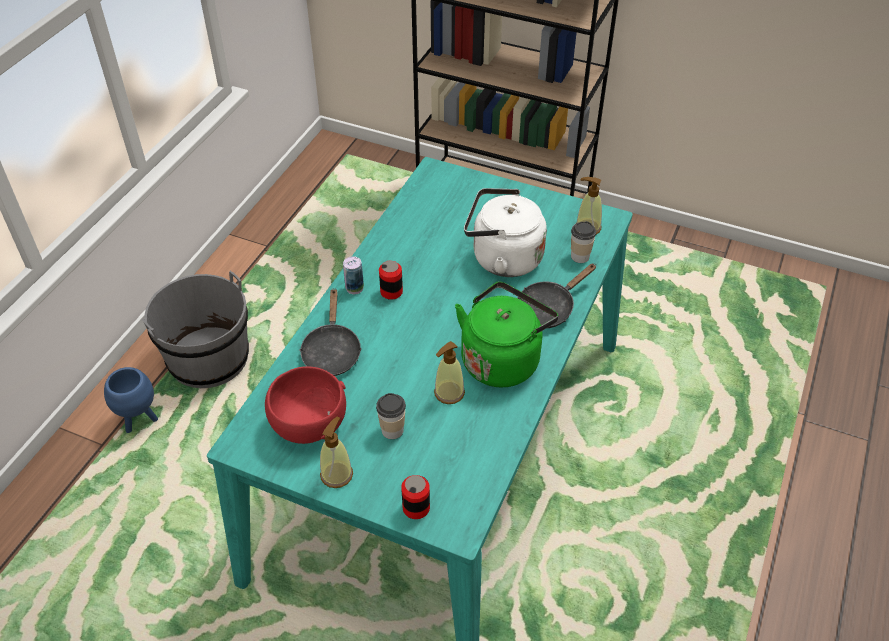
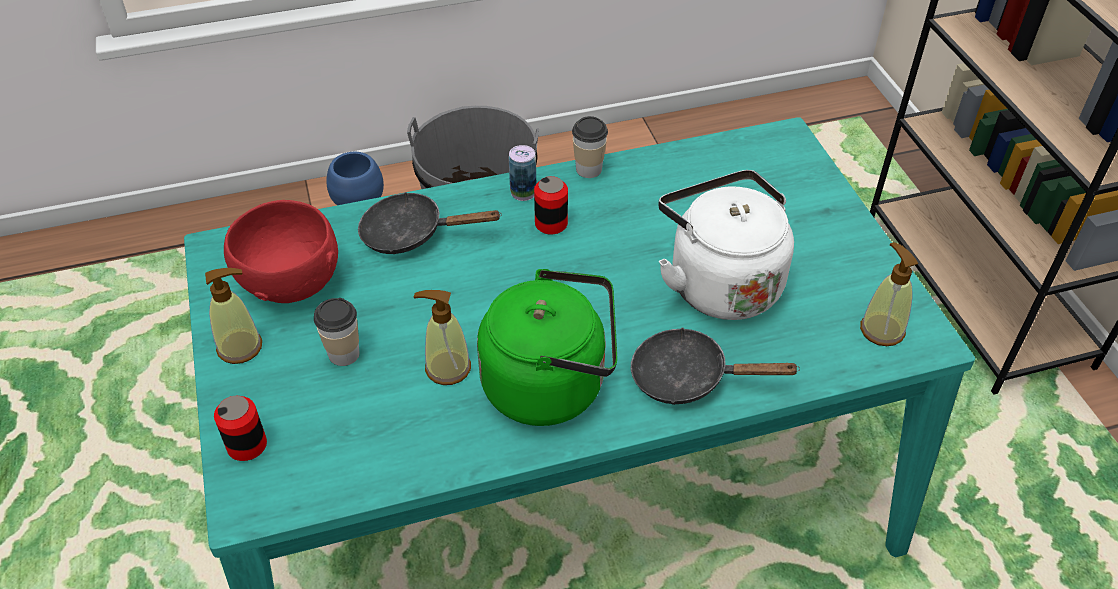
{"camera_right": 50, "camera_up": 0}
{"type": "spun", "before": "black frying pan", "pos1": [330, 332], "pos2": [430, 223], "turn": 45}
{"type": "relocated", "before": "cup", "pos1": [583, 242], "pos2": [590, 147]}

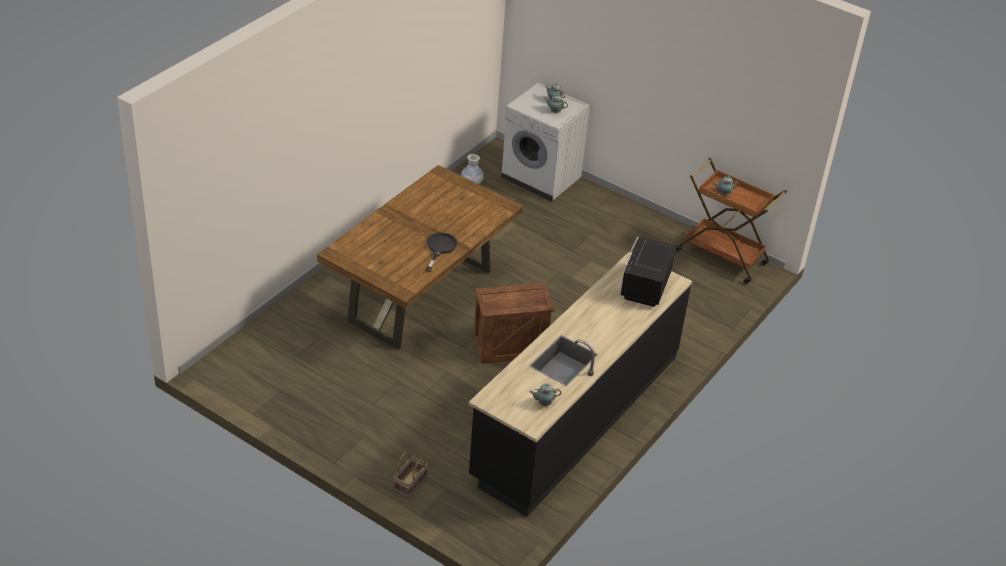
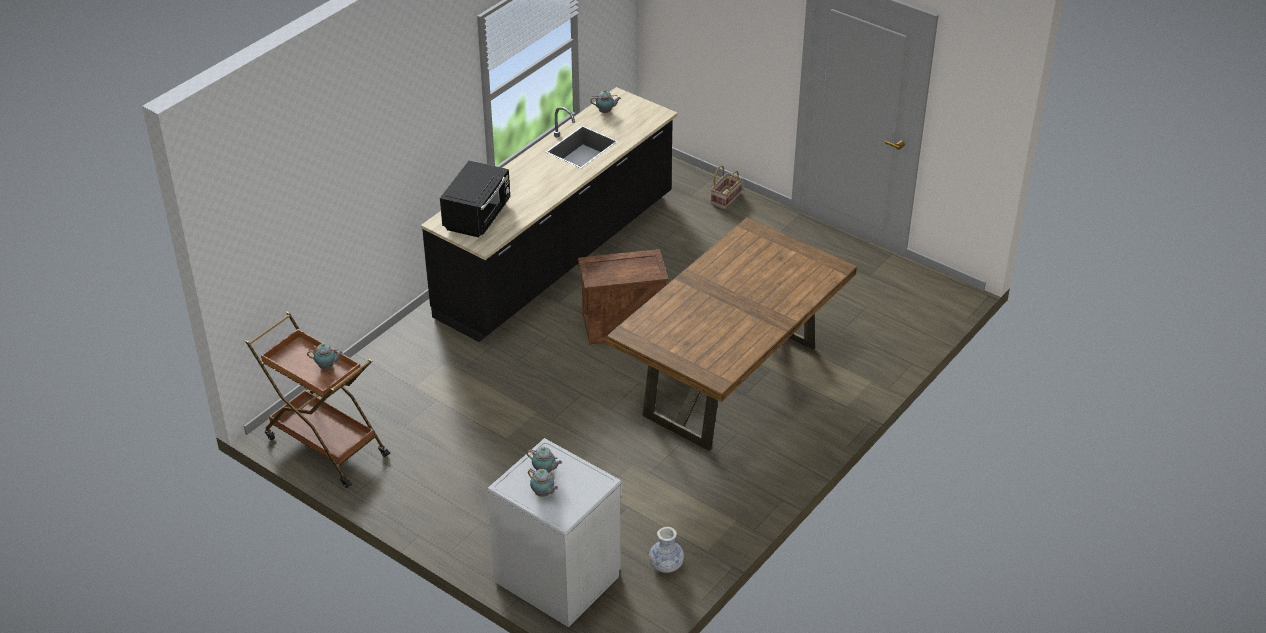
{"camera_right": -175, "camera_up": 0}
{"type": "missing", "before": "black frying pan", "pos1": [442, 252]}

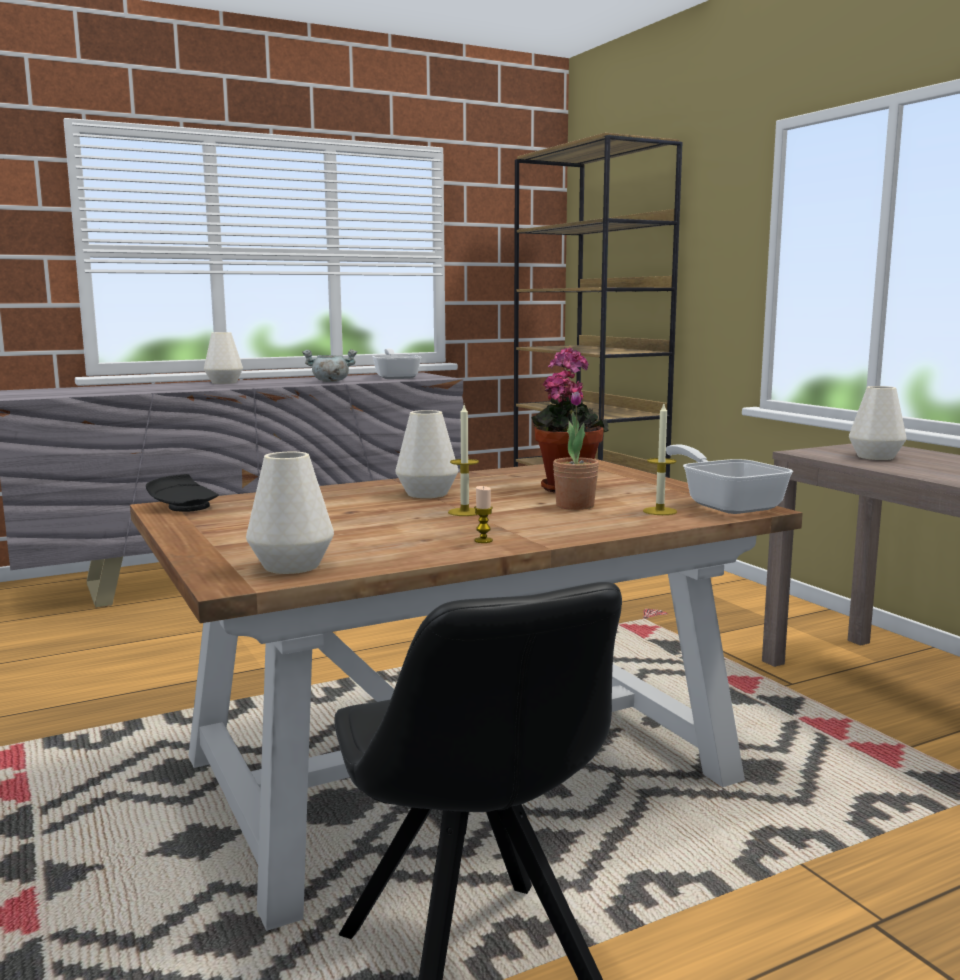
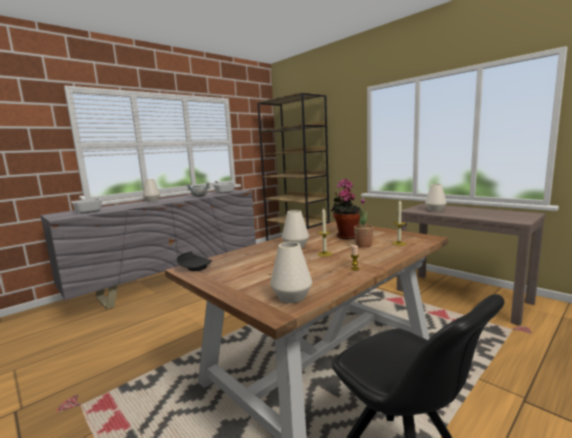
{"camera_right": -15, "camera_up": 0}
{"type": "relocated", "before": "frying pan", "pos1": [729, 479], "pos2": [86, 205]}

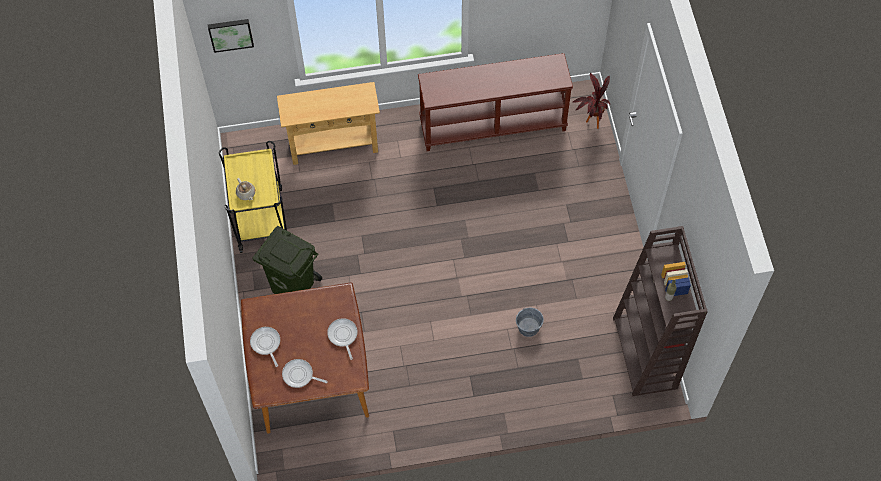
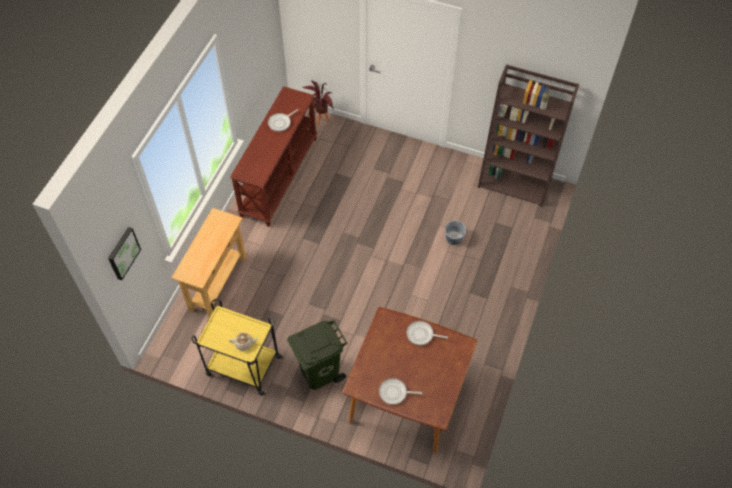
{"camera_right": -60, "camera_up": -5}
{"type": "relocated", "before": "frying pan", "pos1": [305, 373], "pos2": [283, 120]}

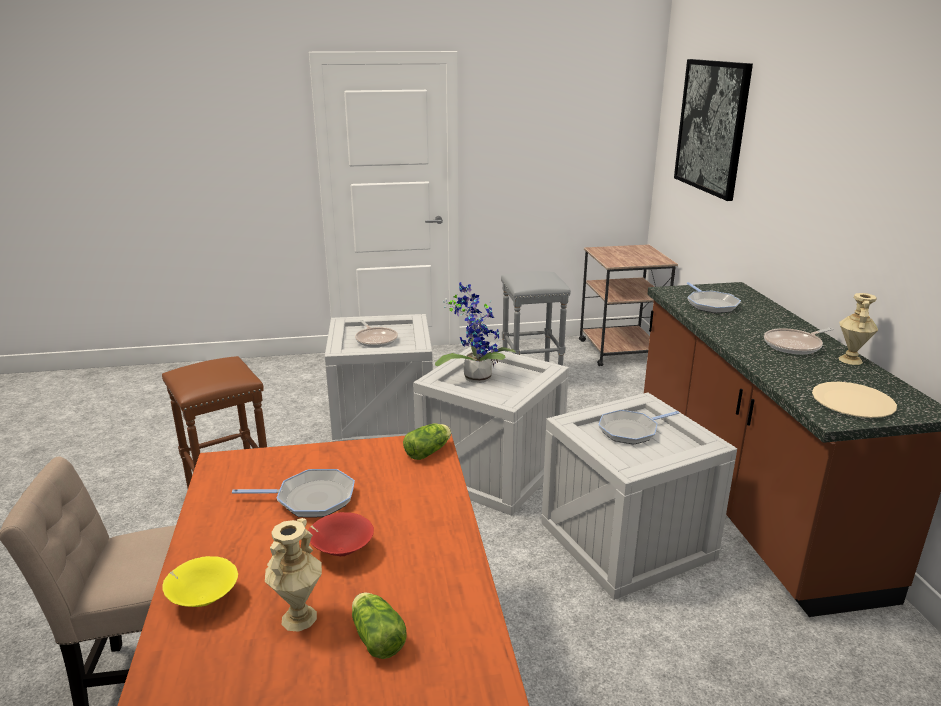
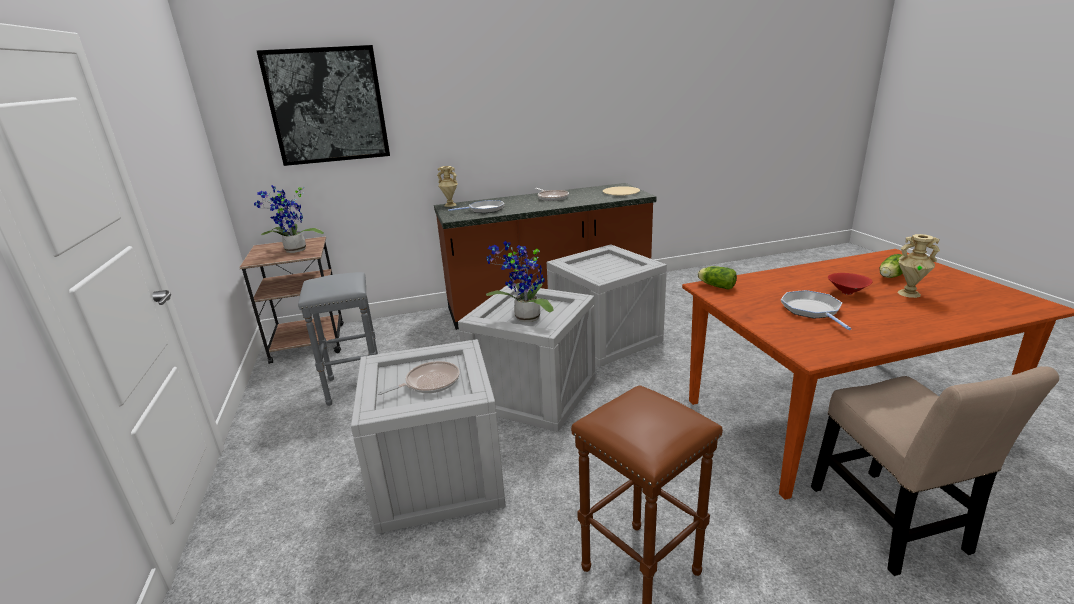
{"camera_right": -95, "camera_up": 0}
{"type": "missing", "before": "yellow bowl", "pos1": [200, 581]}
{"type": "missing", "before": "frying pan", "pos1": [639, 427]}
{"type": "relocated", "before": "beige vase", "pos1": [858, 329], "pos2": [447, 186]}
{"type": "appeared", "after": "potted plant", "pos2": [289, 219]}

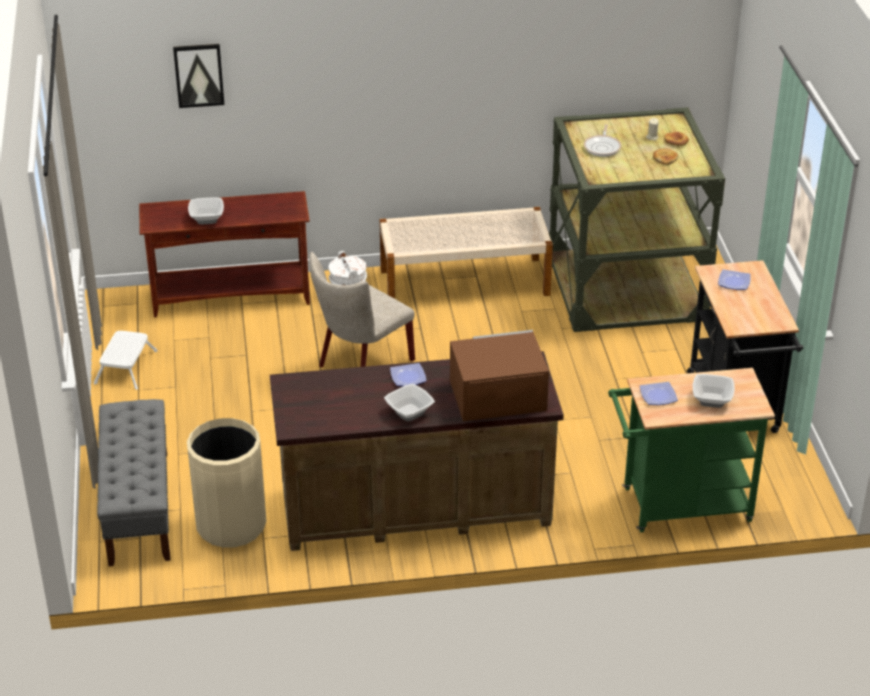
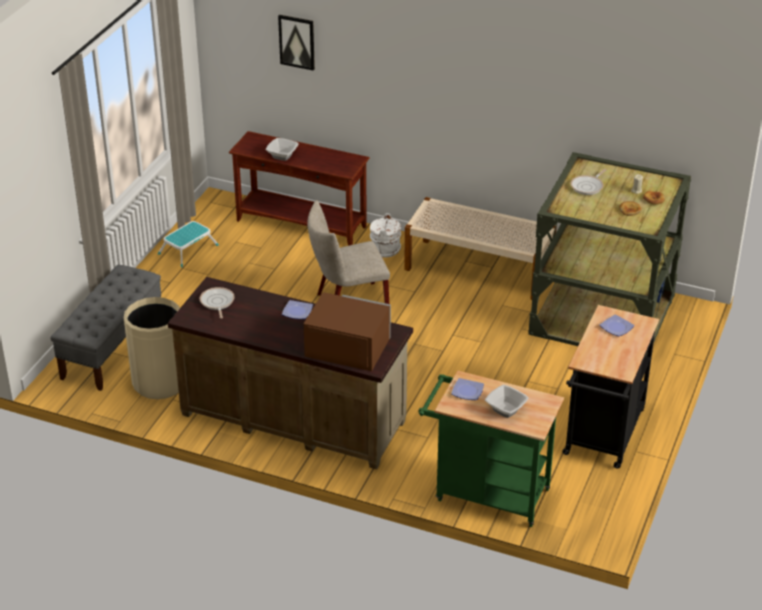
{"camera_right": 30, "camera_up": 0}
{"type": "colour", "before": "white step ladder", "after": "turquoise step ladder", "pos1": [126, 360], "pos2": [188, 244]}
{"type": "missing", "before": "bowl", "pos1": [409, 403]}
{"type": "appeared", "after": "frying pan", "pos2": [217, 303]}

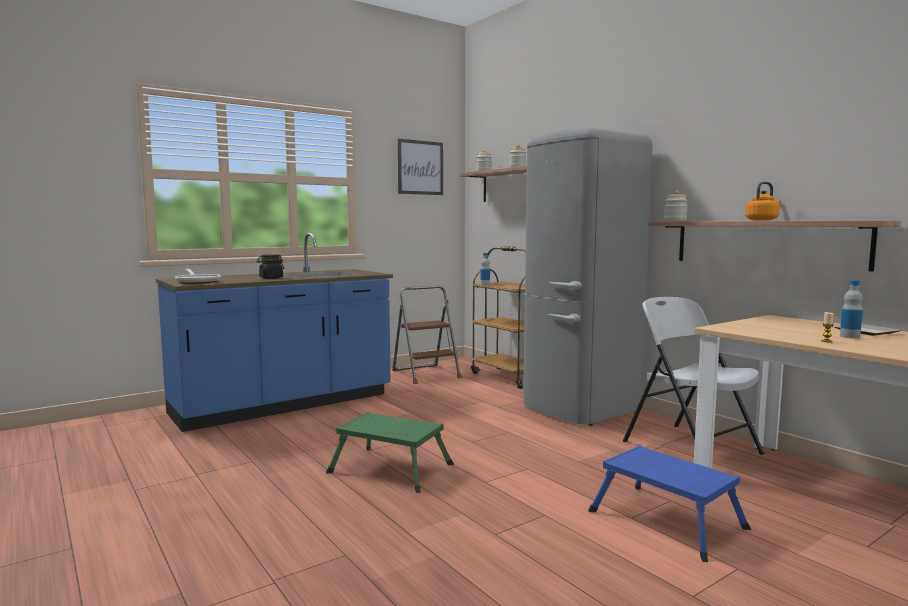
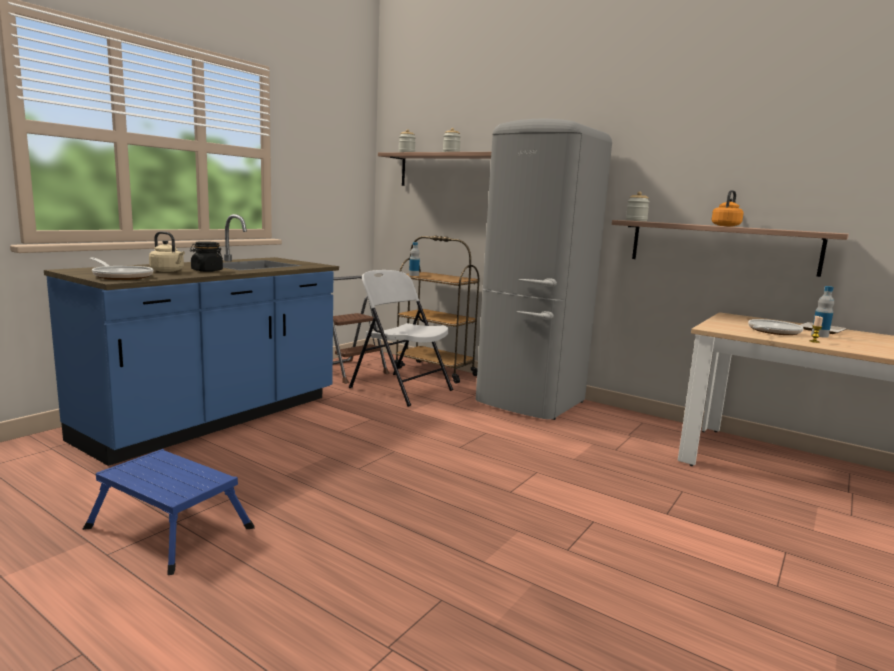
{"camera_right": -20, "camera_up": 5}
{"type": "missing", "before": "green step ladder", "pos1": [390, 452]}
{"type": "missing", "before": "picture", "pos1": [420, 167]}
{"type": "relocated", "before": "blue step ladder", "pos1": [669, 504], "pos2": [168, 512]}
{"type": "relocated", "before": "white chair", "pos1": [694, 376], "pos2": [401, 338]}
{"type": "appeared", "after": "beige kettle", "pos2": [167, 251]}
{"type": "appeared", "after": "frying pan", "pos2": [776, 327]}

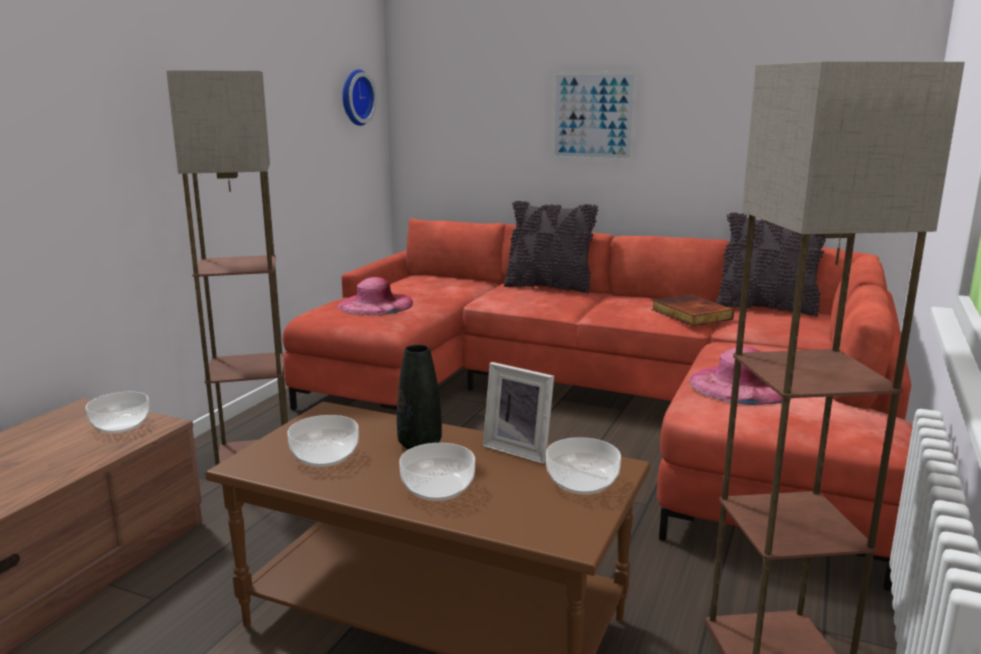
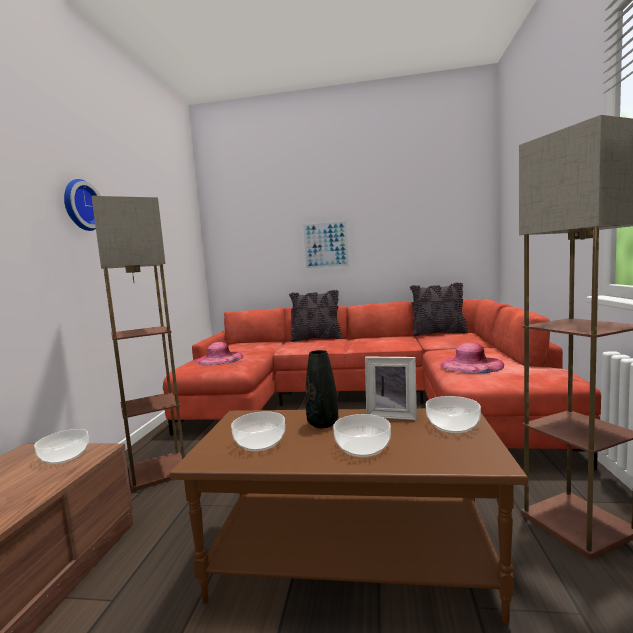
{"camera_right": -15, "camera_up": -10}
{"type": "relocated", "before": "wall clock", "pos1": [359, 97], "pos2": [82, 205]}
{"type": "missing", "before": "book", "pos1": [693, 310]}

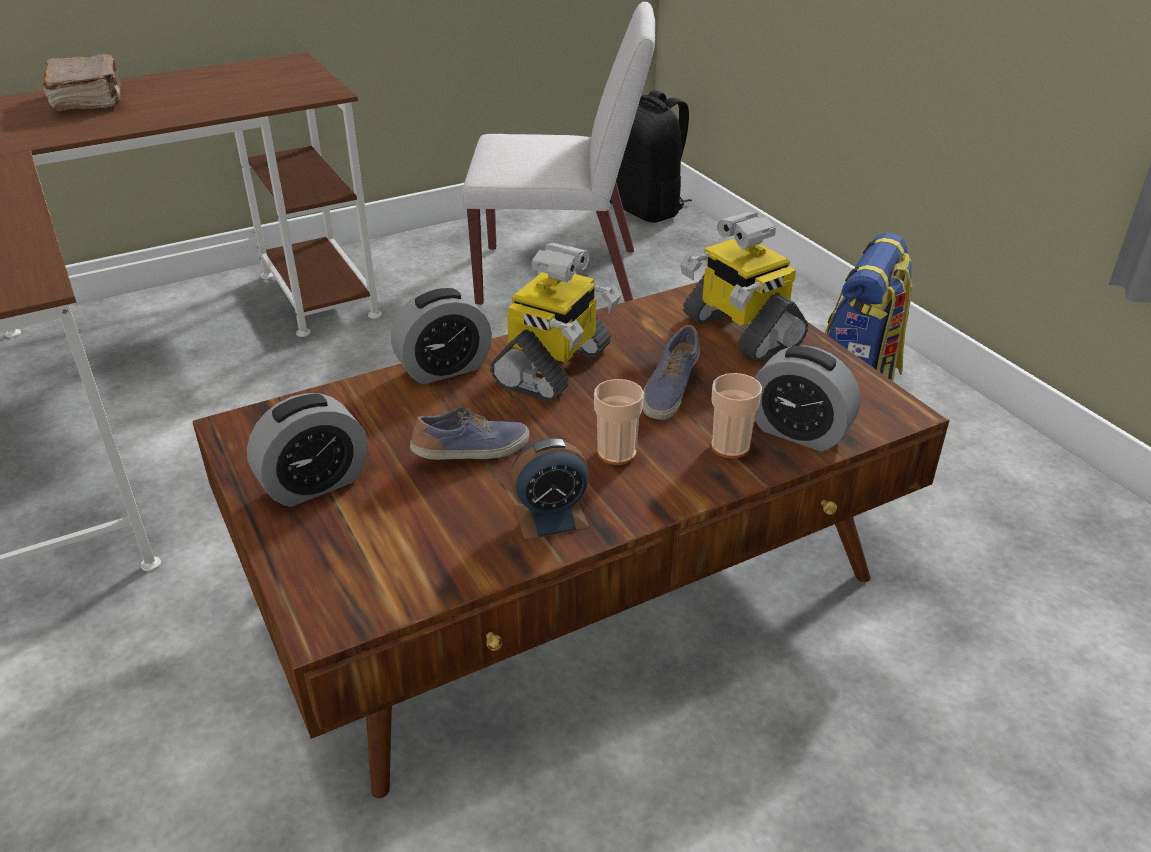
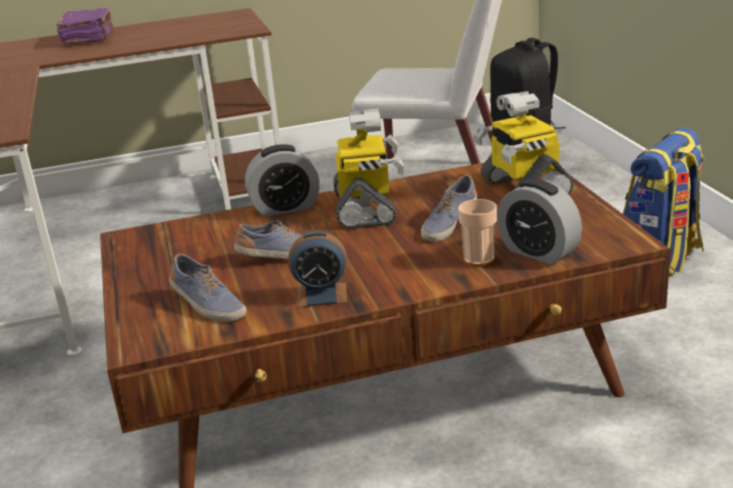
{"camera_right": 15, "camera_up": -10}
{"type": "colour", "before": "brown book", "after": "purple book", "pos1": [82, 82], "pos2": [85, 26]}
{"type": "missing", "before": "alarm clock", "pos1": [307, 450]}
{"type": "spun", "before": "toy robot", "pos1": [555, 322], "pos2": [369, 169], "turn": -45}
{"type": "missing", "before": "cup", "pos1": [619, 422]}
{"type": "appeared", "after": "shoe", "pos2": [208, 288]}

